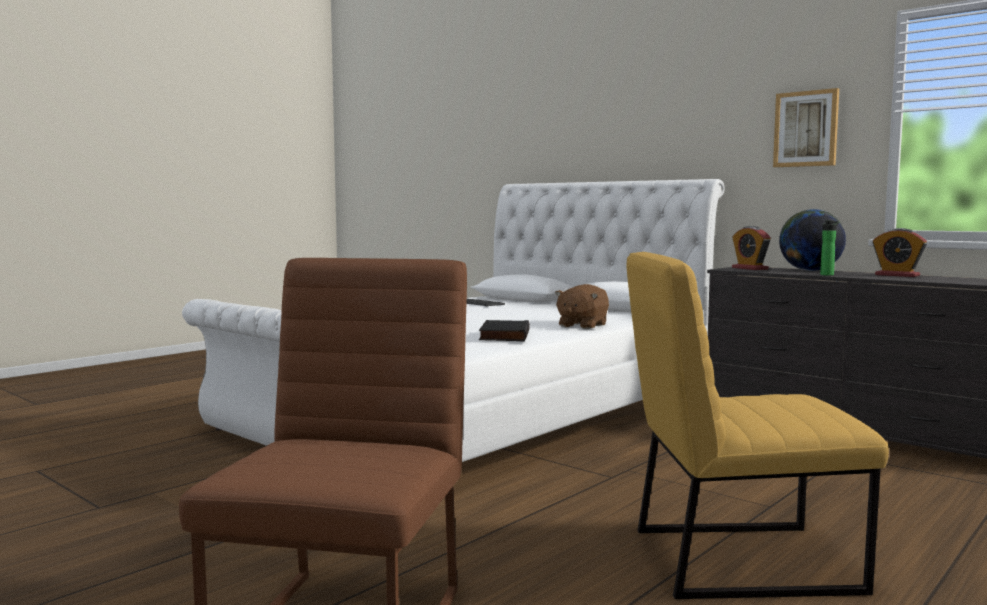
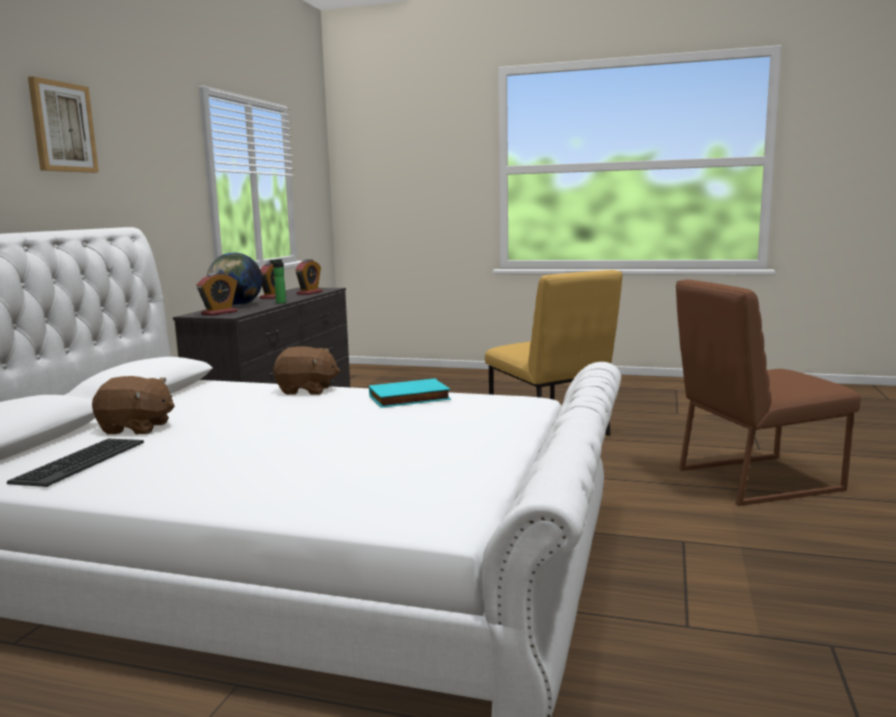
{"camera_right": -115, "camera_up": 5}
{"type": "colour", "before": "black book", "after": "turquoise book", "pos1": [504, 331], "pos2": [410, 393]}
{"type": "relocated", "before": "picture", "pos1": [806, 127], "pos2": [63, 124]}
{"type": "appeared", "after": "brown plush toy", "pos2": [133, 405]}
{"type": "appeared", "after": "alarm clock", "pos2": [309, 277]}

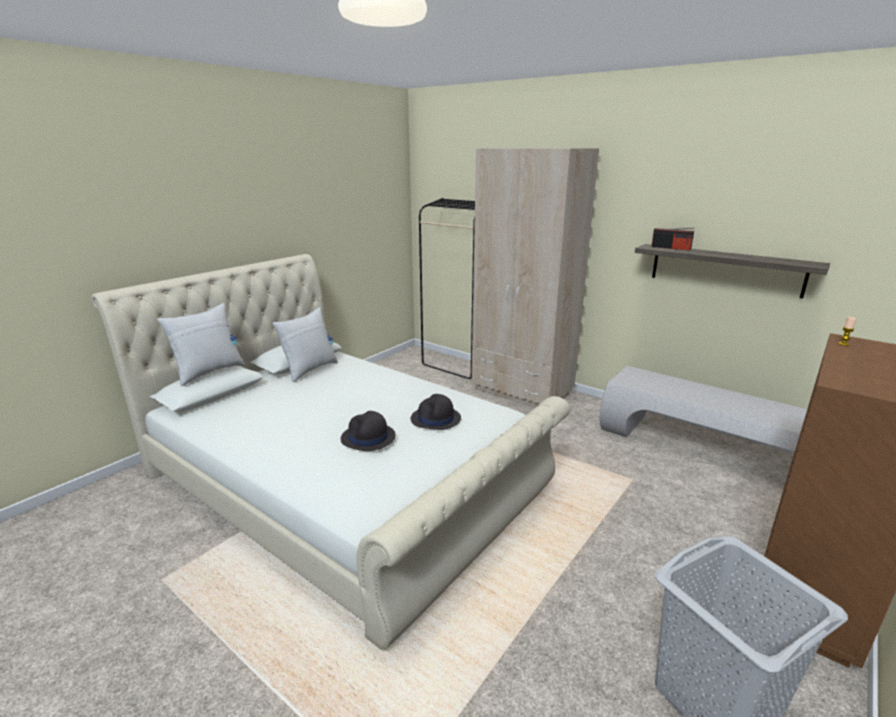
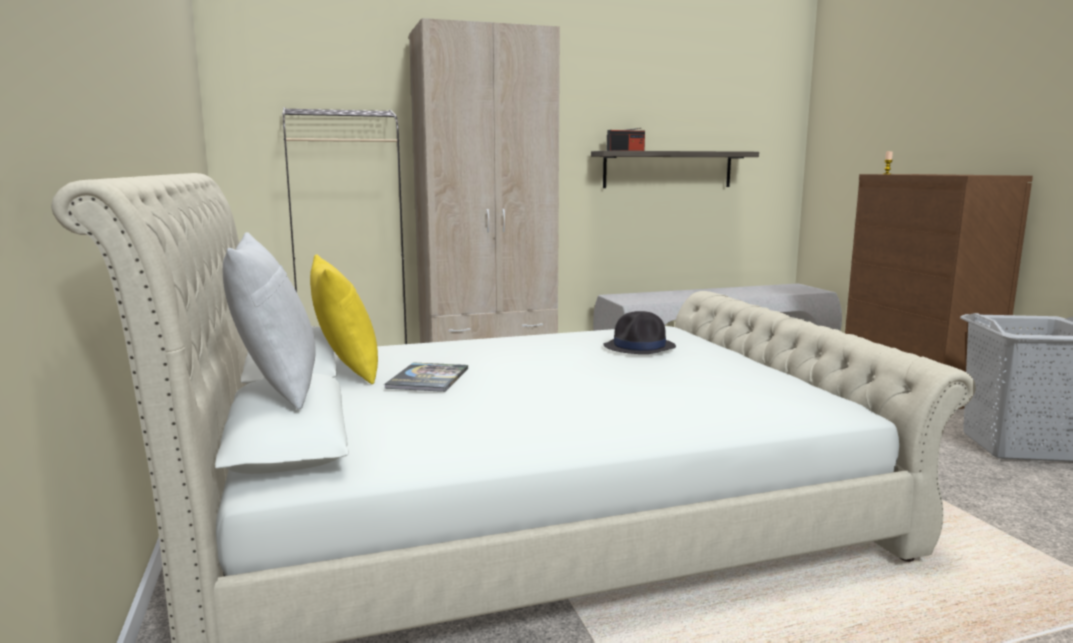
{"camera_right": -55, "camera_up": -10}
{"type": "colour", "before": "grey pillow", "after": "yellow pillow", "pos1": [305, 344], "pos2": [344, 319]}
{"type": "missing", "before": "black hat", "pos1": [368, 431]}
{"type": "appeared", "after": "book", "pos2": [426, 377]}

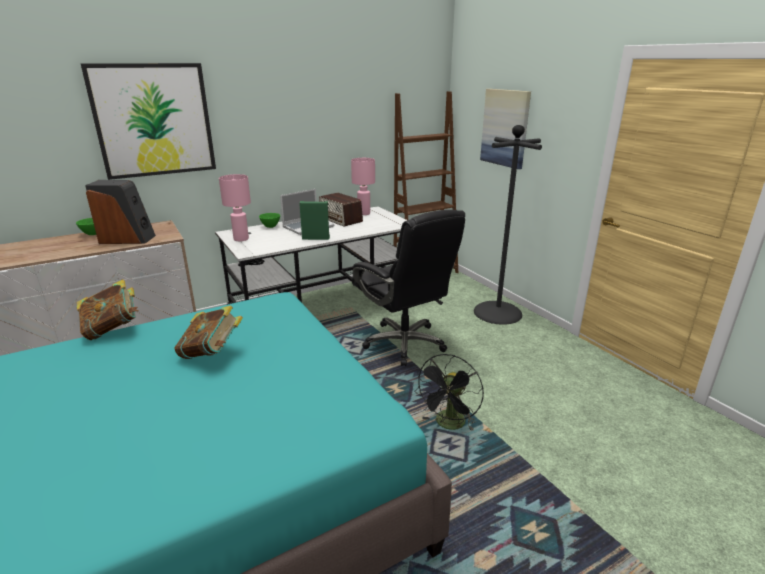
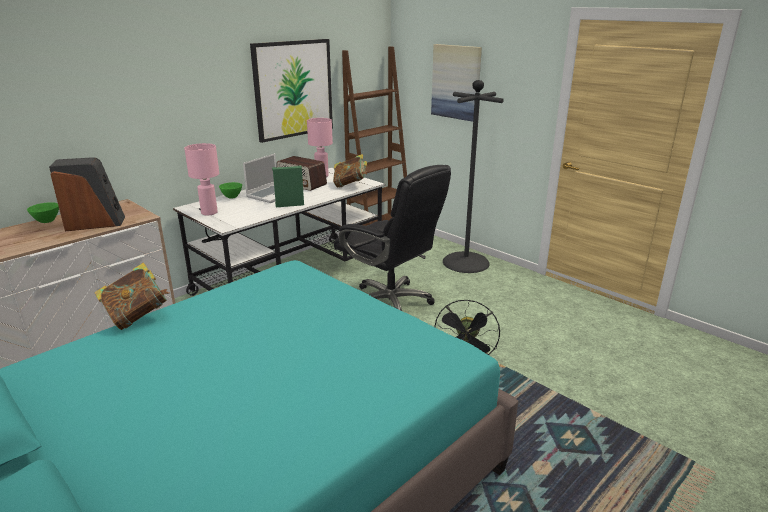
{"camera_right": -15, "camera_up": 0}
{"type": "relocated", "before": "picture", "pos1": [148, 121], "pos2": [291, 91]}
{"type": "relocated", "before": "book", "pos1": [208, 332], "pos2": [350, 171]}

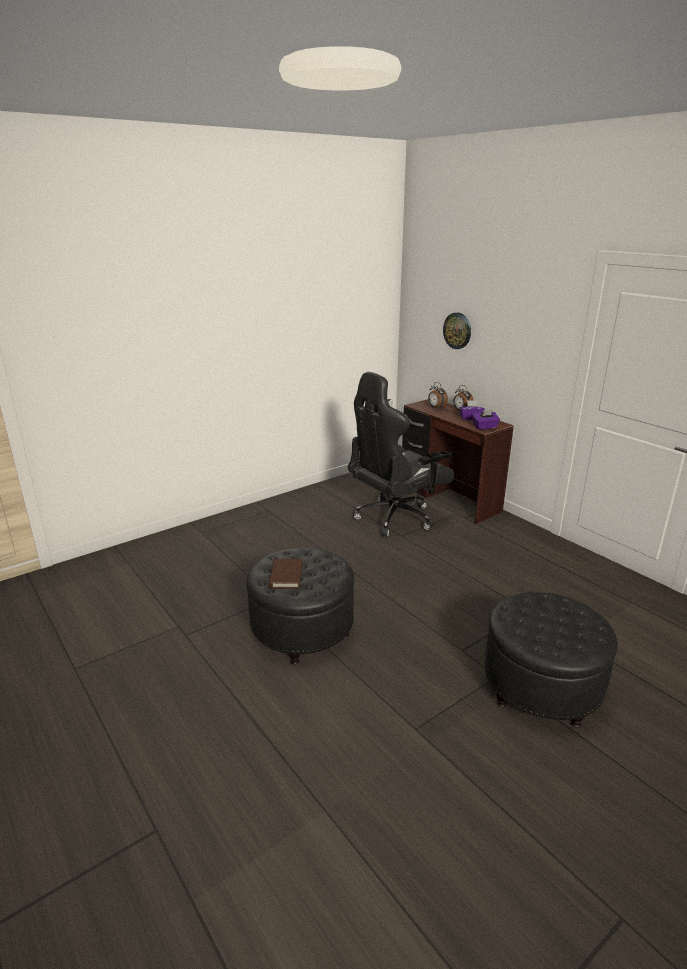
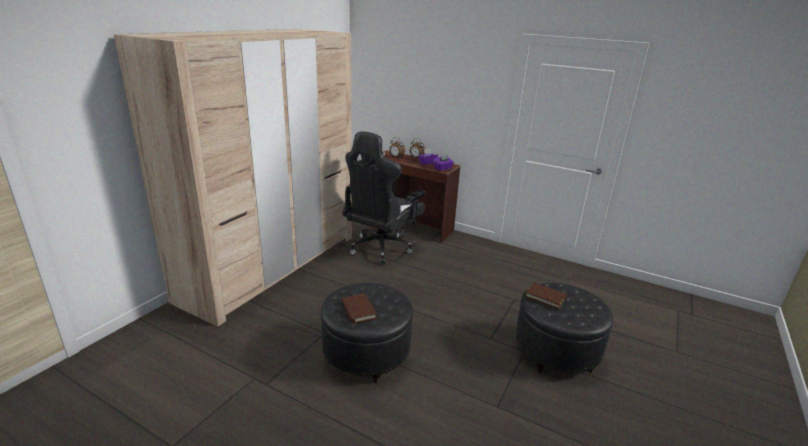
{"camera_right": -25, "camera_up": 0}
{"type": "missing", "before": "wall clock", "pos1": [457, 331]}
{"type": "appeared", "after": "beige wardrobe", "pos2": [233, 178]}
{"type": "appeared", "after": "brown book", "pos2": [546, 296]}

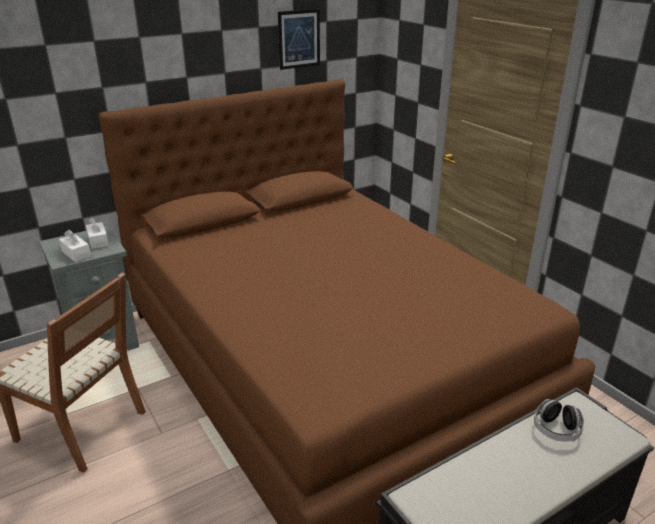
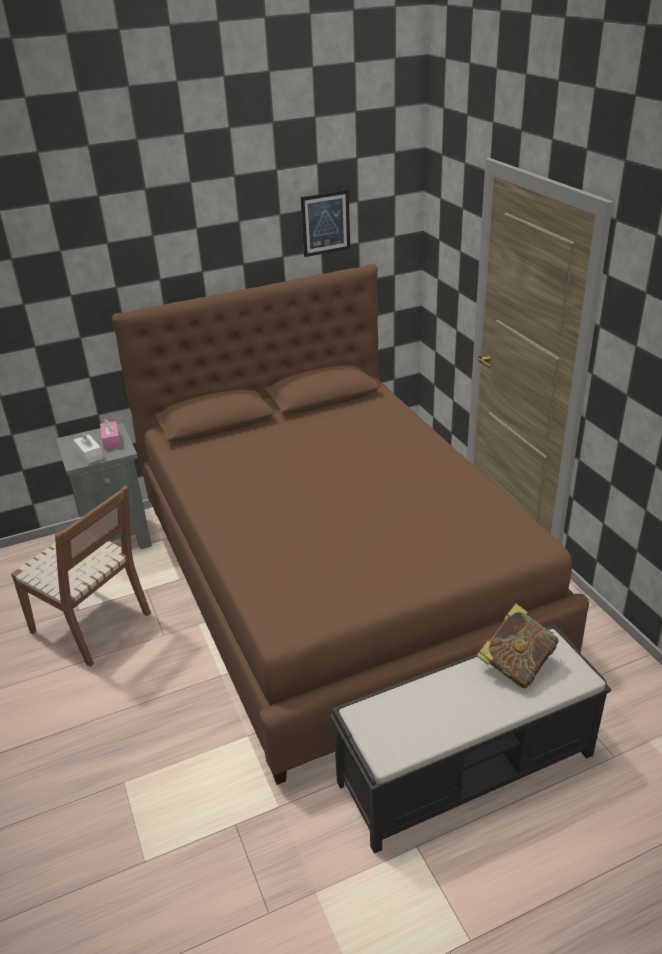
{"camera_right": 10, "camera_up": 5}
{"type": "colour", "before": "white tissue box", "after": "pink tissue box", "pos1": [97, 233], "pos2": [110, 434]}
{"type": "exchanged", "before": "headphones", "after": "book", "pos1": [559, 420], "pos2": [517, 646]}

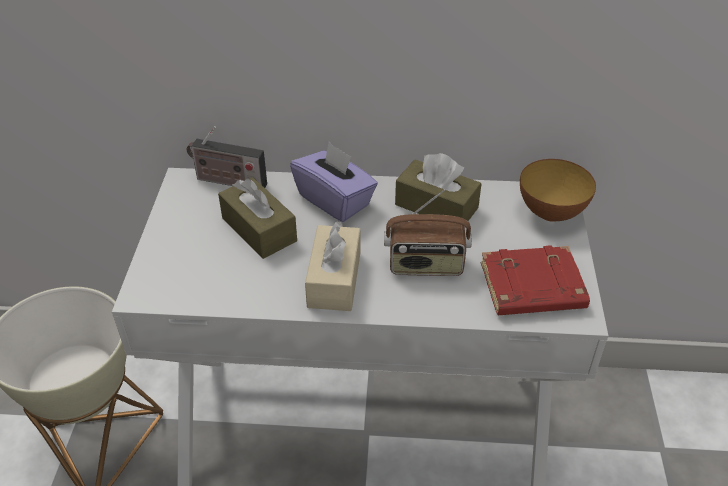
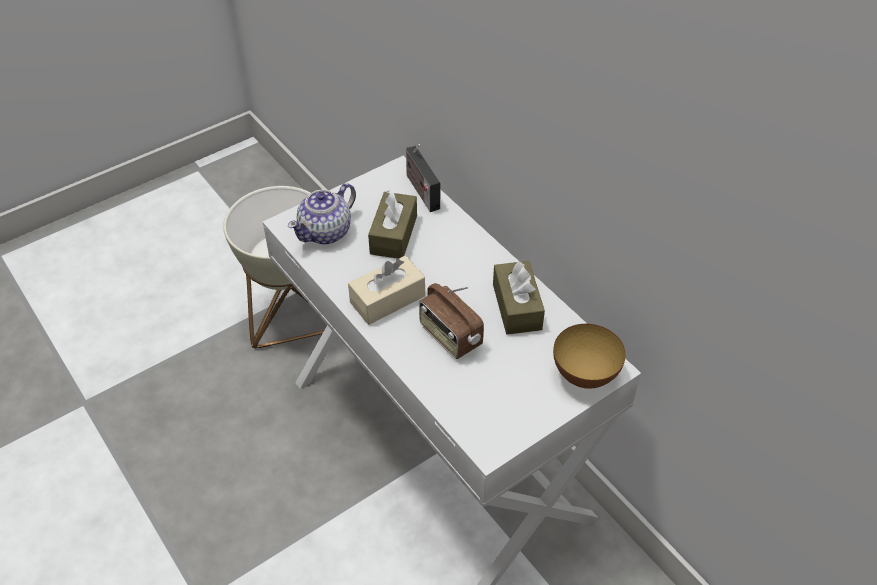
{"camera_right": 50, "camera_up": 5}
{"type": "missing", "before": "purple tissue box", "pos1": [334, 182]}
{"type": "missing", "before": "red book", "pos1": [535, 280]}
{"type": "appeared", "after": "teapot", "pos2": [322, 213]}

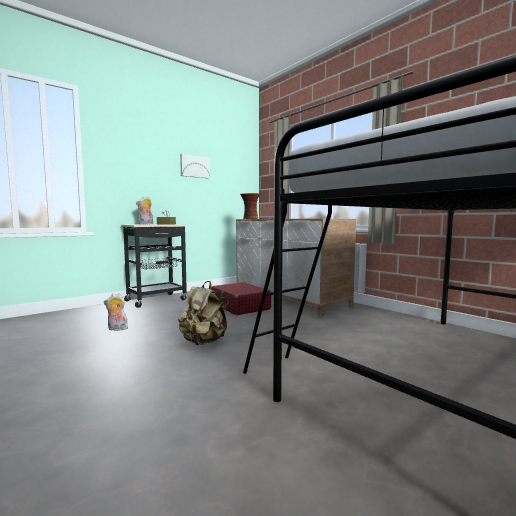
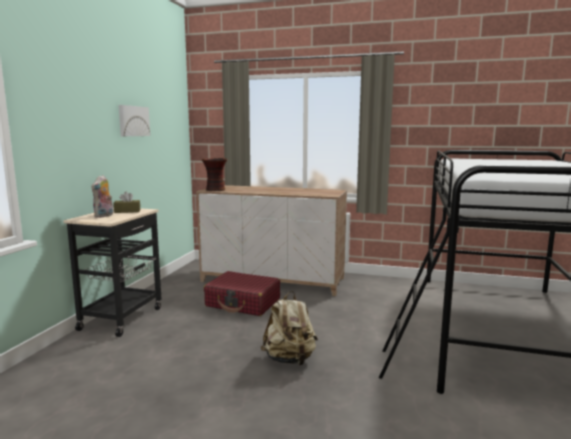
{"camera_right": -35, "camera_up": 5}
{"type": "missing", "before": "plush toy", "pos1": [116, 312]}

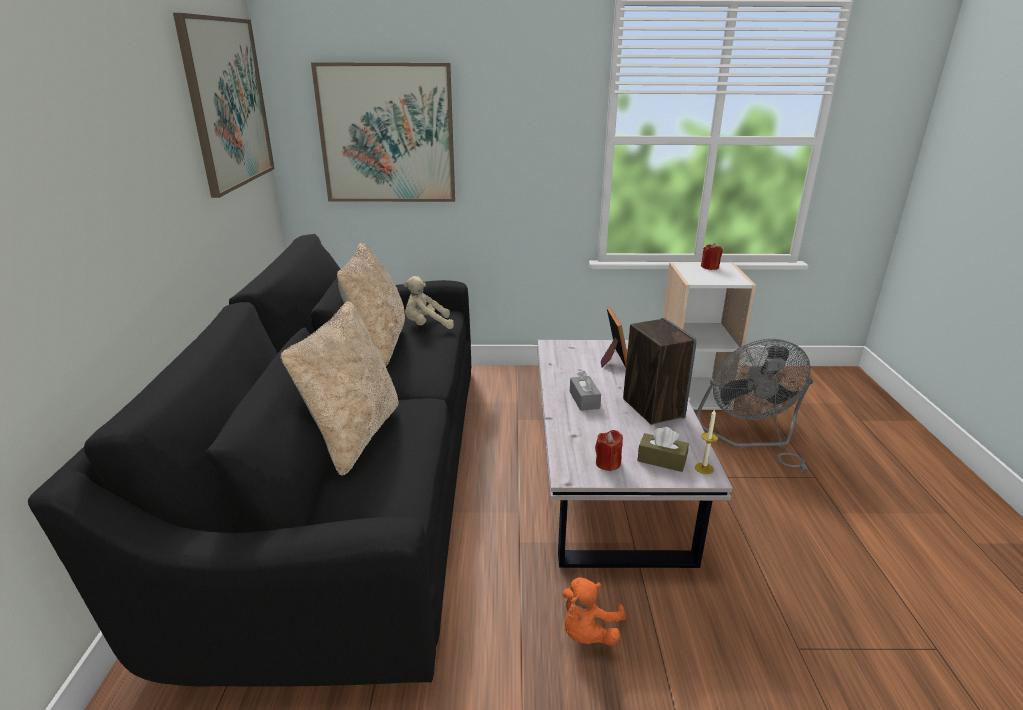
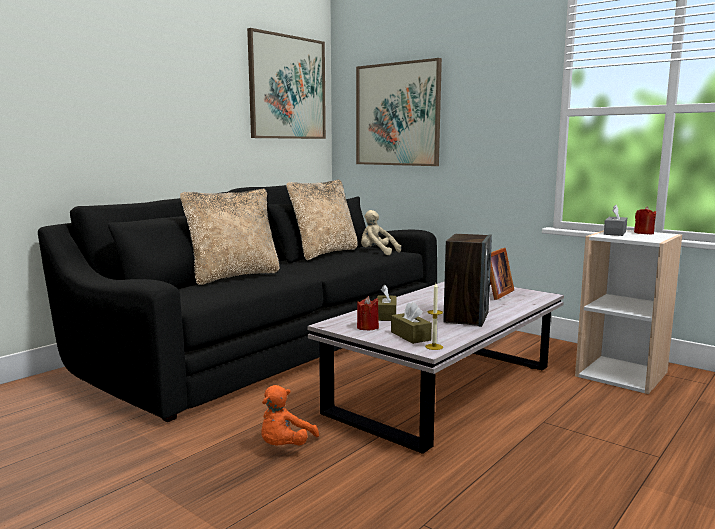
{"camera_right": 40, "camera_up": -15}
{"type": "spun", "before": "orange plush toy", "pos1": [594, 611], "pos2": [290, 415], "turn": -45}
{"type": "relocated", "before": "grey tissue box", "pos1": [585, 391], "pos2": [615, 220]}
{"type": "missing", "before": "grey fan", "pos1": [755, 405]}
{"type": "appeared", "after": "brown tissue box", "pos2": [386, 303]}

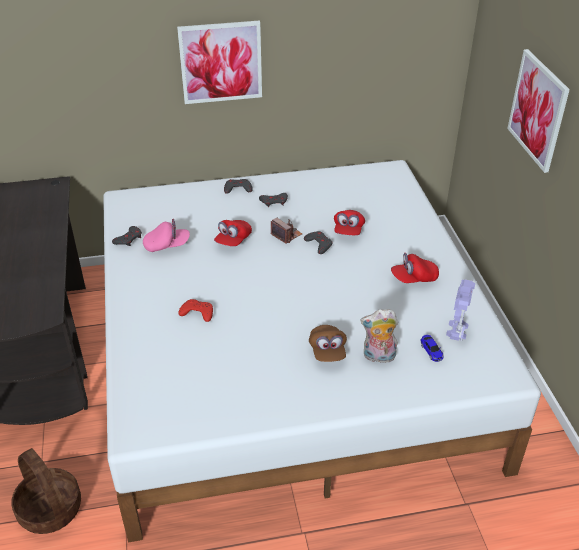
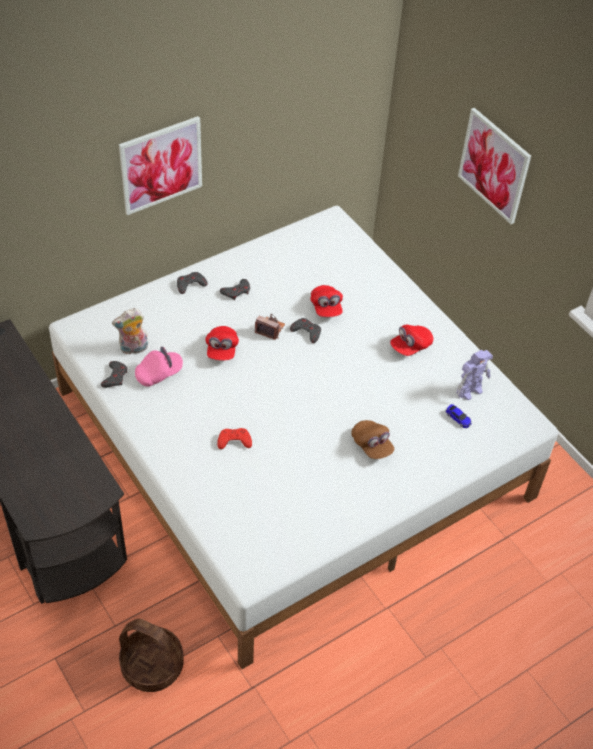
{"camera_right": -25, "camera_up": 10}
{"type": "relocated", "before": "plush toy", "pos1": [379, 336], "pos2": [130, 331]}
{"type": "spun", "before": "toy robot", "pos1": [460, 310], "pos2": [475, 375], "turn": 60}

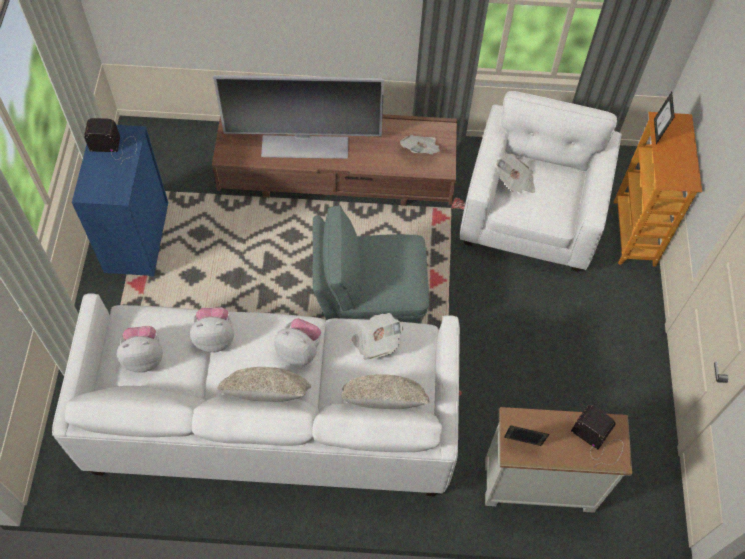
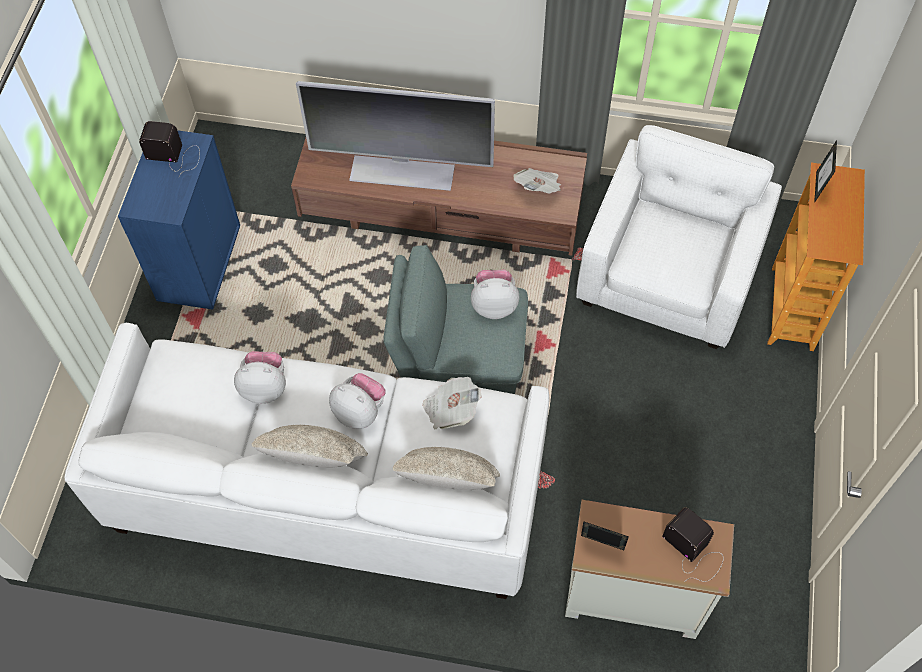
{"camera_right": 10, "camera_up": 0}
{"type": "relocated", "before": "plush toy", "pos1": [140, 349], "pos2": [495, 294]}
{"type": "missing", "before": "newspaper", "pos1": [516, 173]}

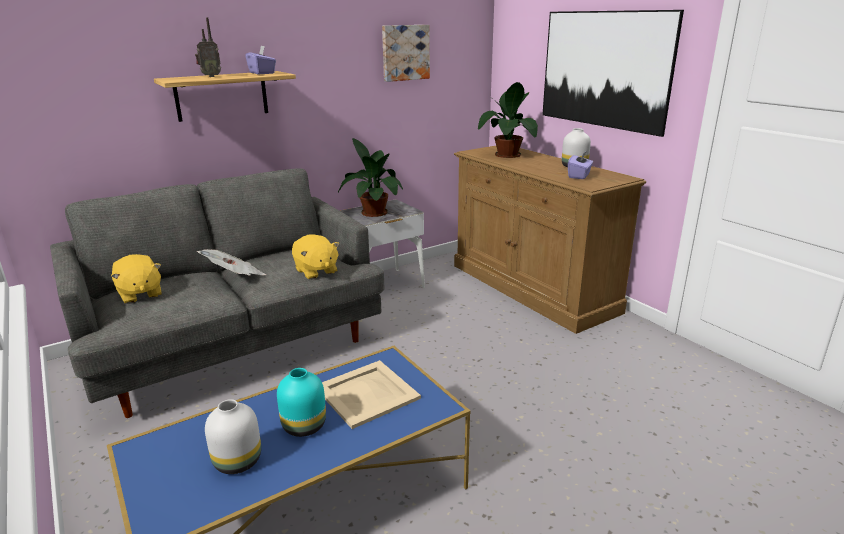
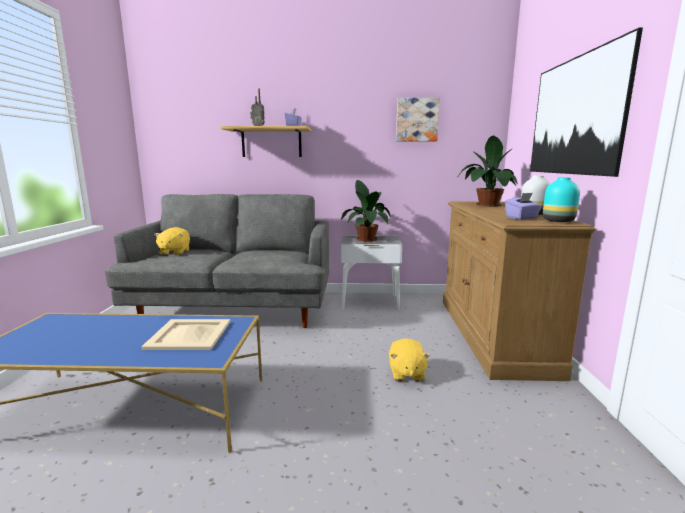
{"camera_right": 35, "camera_up": -10}
{"type": "missing", "before": "newspaper", "pos1": [231, 262]}
{"type": "missing", "before": "white vase", "pos1": [233, 436]}
{"type": "relocated", "before": "turquoise vase", "pos1": [301, 402], "pos2": [561, 199]}
{"type": "relocated", "before": "yellow plush toy", "pos1": [315, 256], "pos2": [409, 359]}

